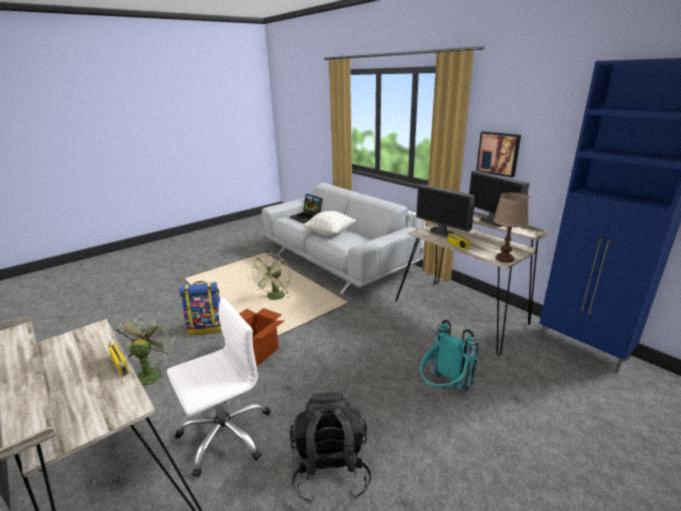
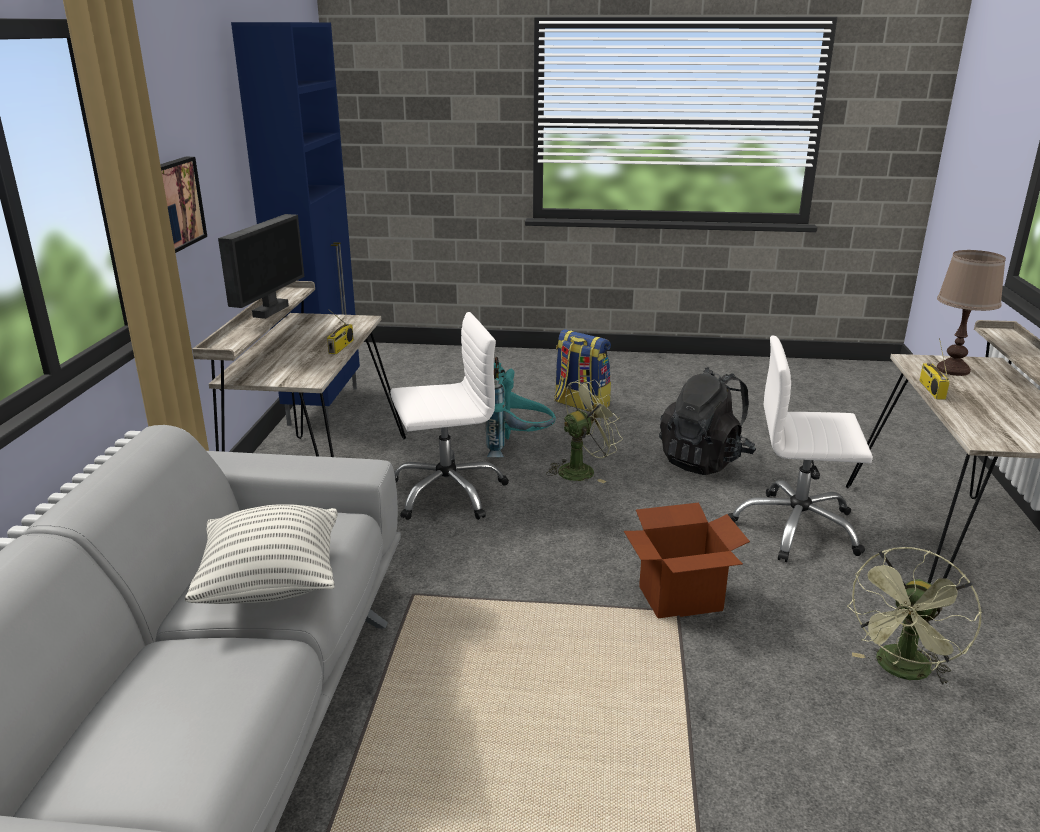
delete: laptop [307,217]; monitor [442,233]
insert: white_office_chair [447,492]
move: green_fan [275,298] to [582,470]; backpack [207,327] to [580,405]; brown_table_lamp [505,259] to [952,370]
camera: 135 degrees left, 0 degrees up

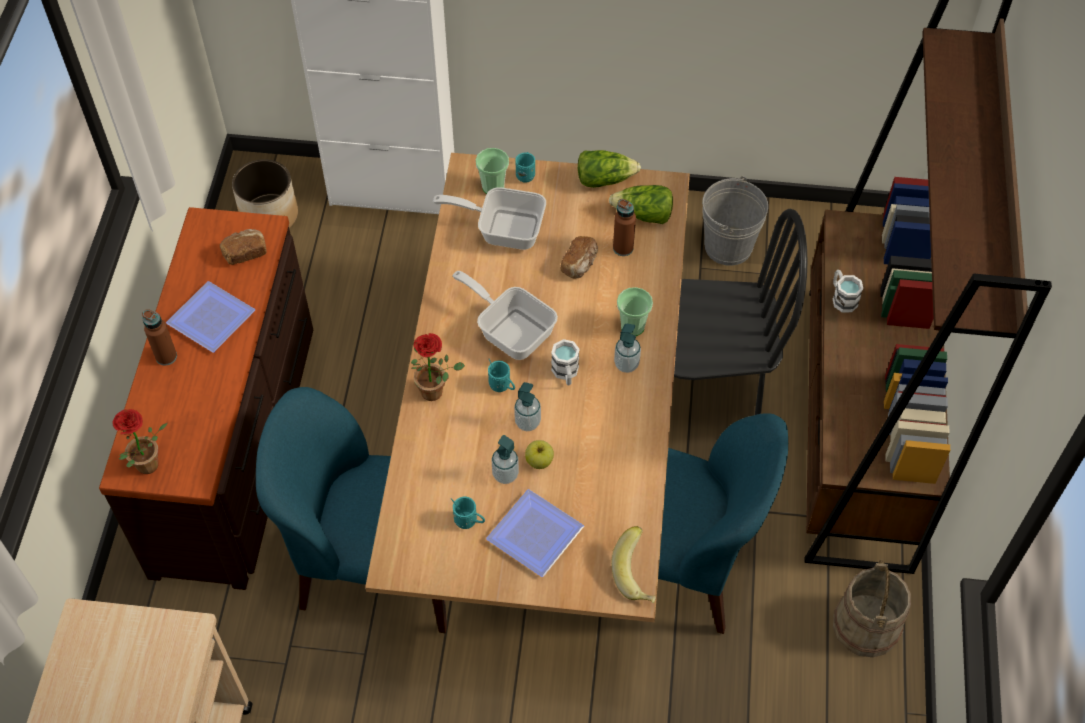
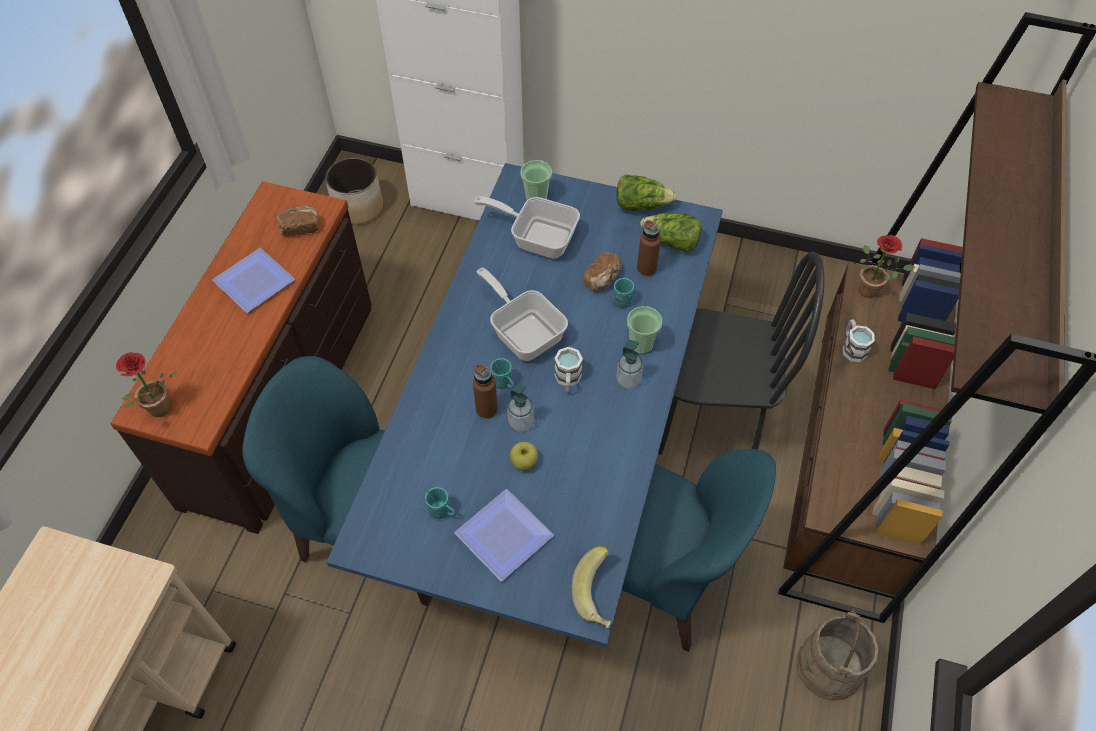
delete: soap_dispenser [505,474]; grey_bucket [728,246]
move: brown_bottle [166,356] to [486,410]; turquoise_mug [526,174] to [623,299]; potted_plant [436,391] to [872,290]
recolor: beige_dining_table [542,469] to blue_dining_table [547,465]
camera: 10 degrees right, 0 degrees up

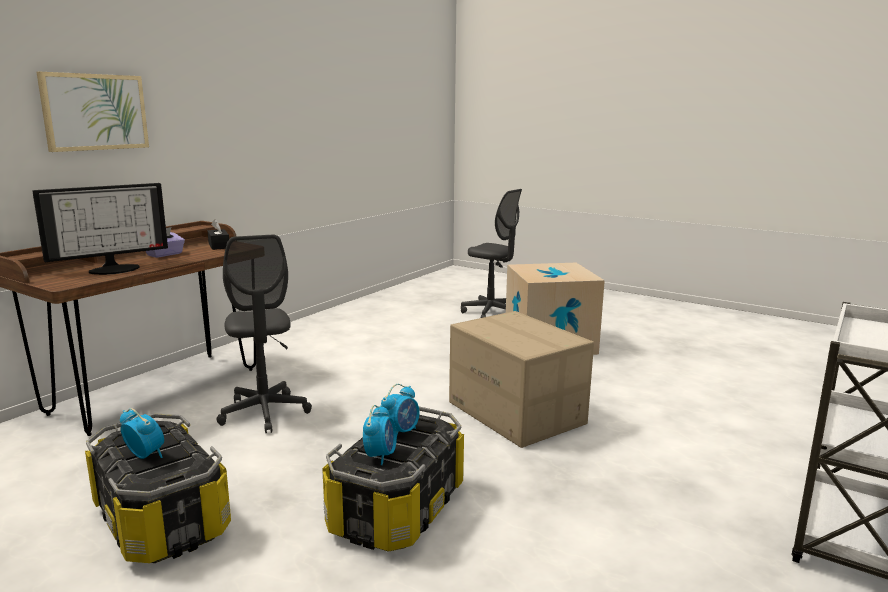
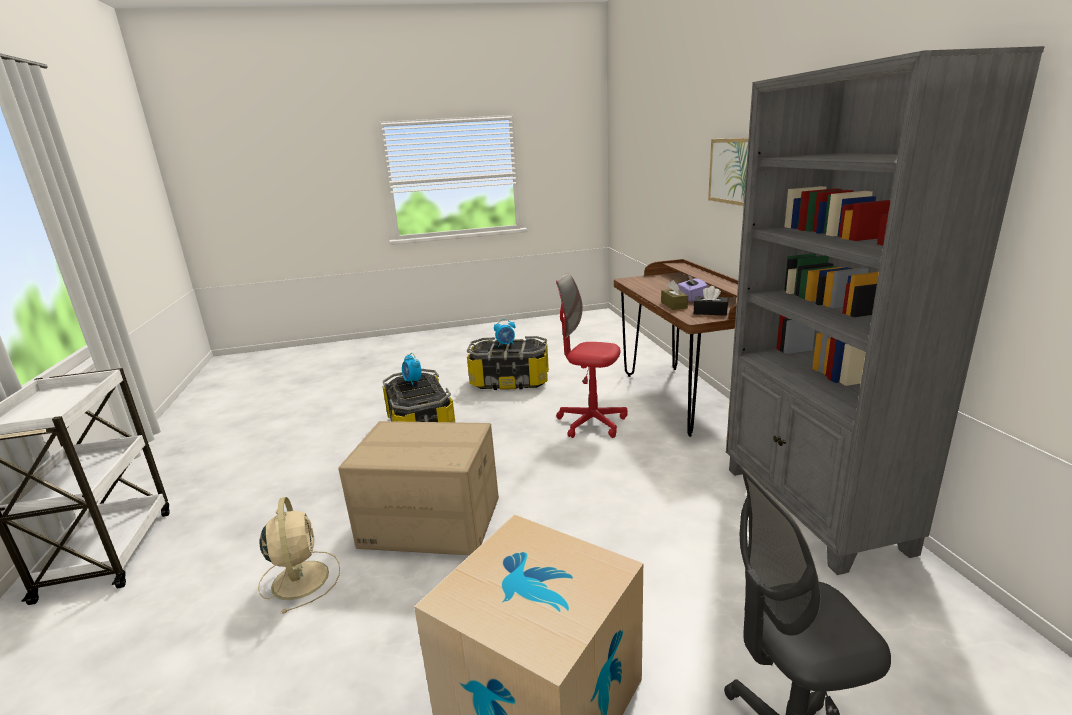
delete: monitor [114,269]; alarm_clock [401,432]
insert: beige_fan [300,578]; brown_tissue_box [674,305]; grey_bookcase [812,509]
recolor: grey_office_chair [264,413] to red_office_chair [591,423]
camera: 135 degrees right, 5 degrees up

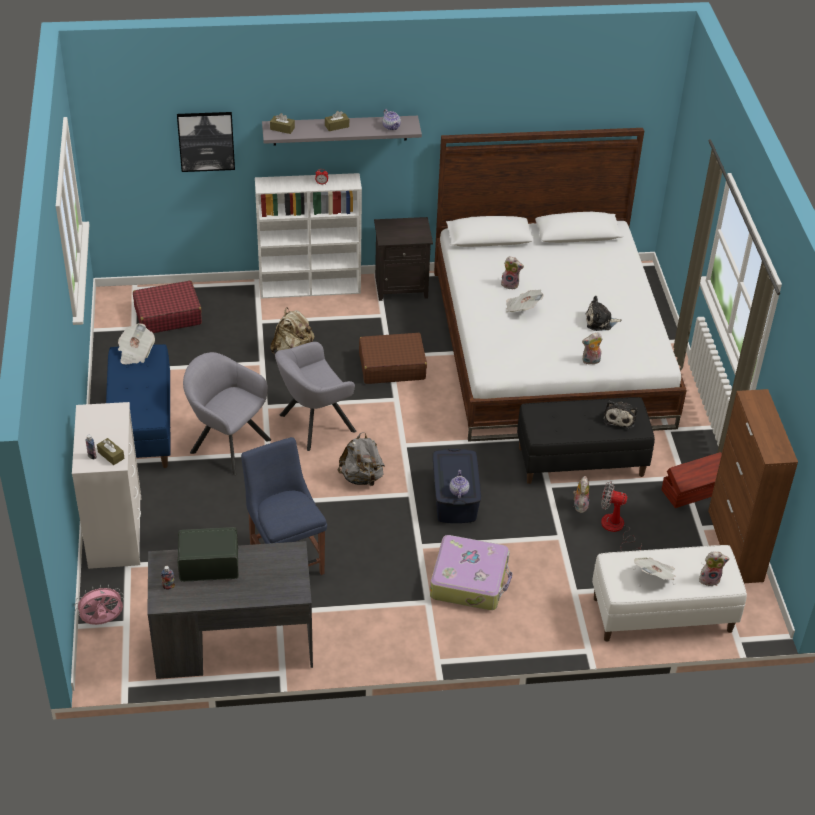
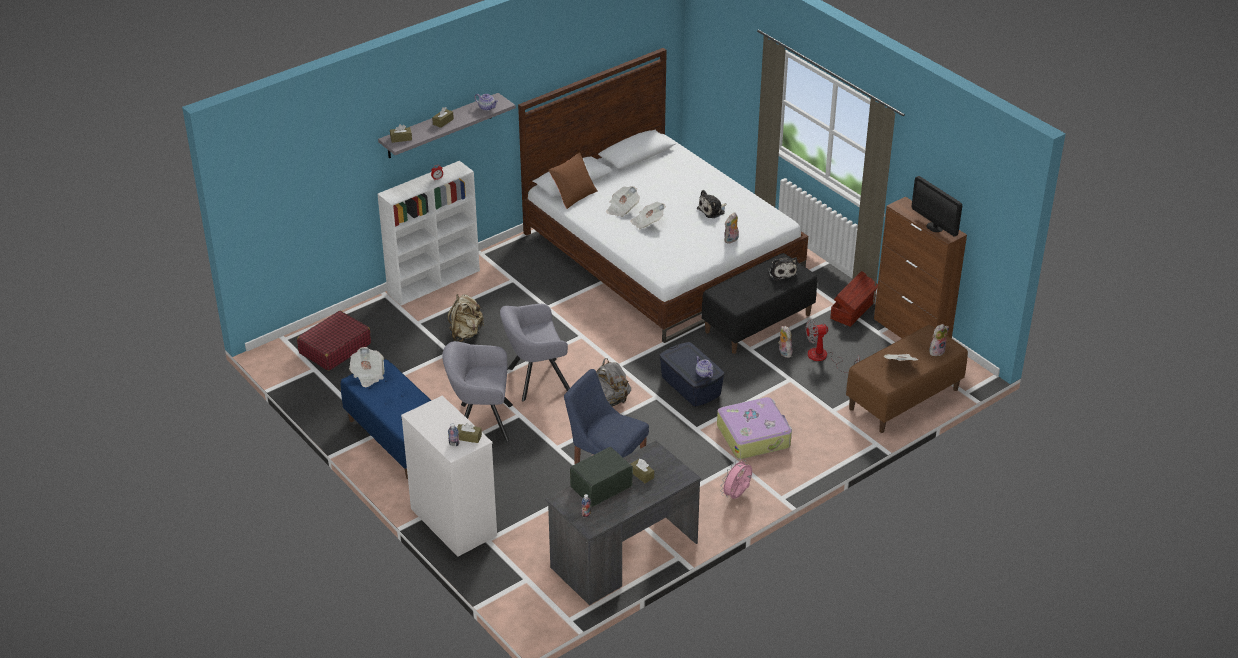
delete: picture [206,141]; brown_suitcase [391,366]; black_nightstand [402,286]
insert: brown_pillow [573,195]; brown_tissue_box [641,474]; monitor [935,227]
move: pink_fan [102,622] to [737,495]
replace: plush_toy [510,284] to newspaper [622,209]
recolor: white_bench [662,615] to brown_bench [903,399]
rotate: grey_armchair [313,424] = [535,380] 45 degrees clockwise
camera: 30 degrees left, 5 degrees down

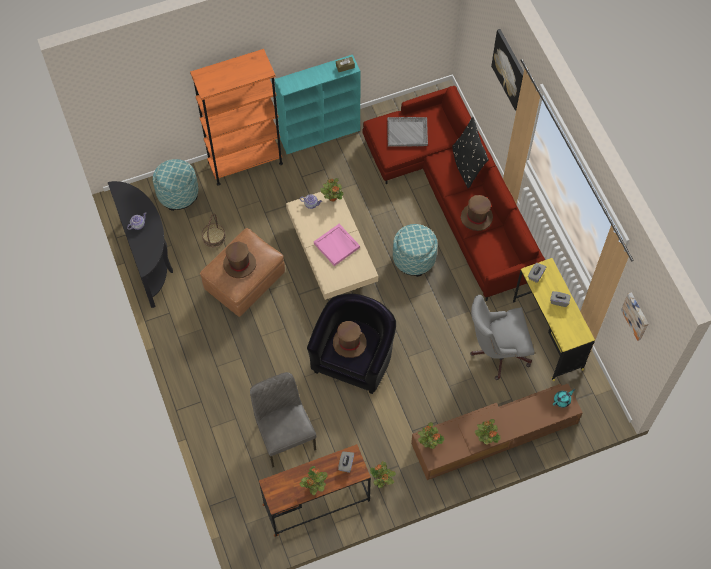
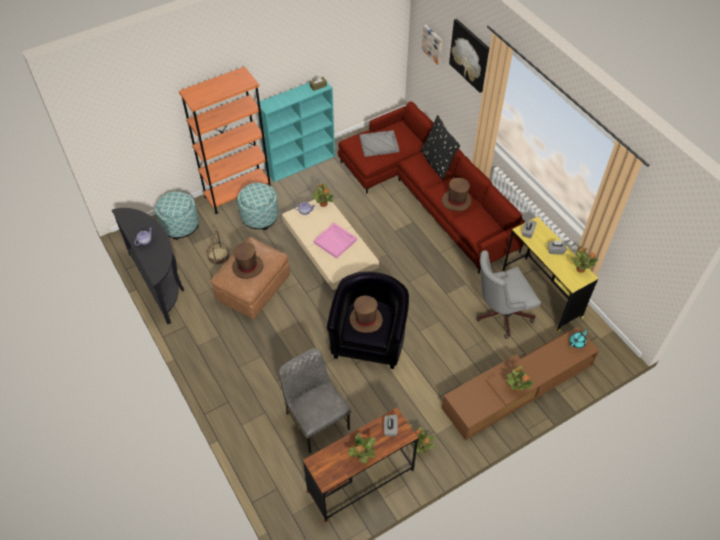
move: ottoman [414,258] to [260,216]; picture [636,316] to [433,44]; potted_plant [429,442] to [580,269]
camera: 10 degrees left, 10 degrees down

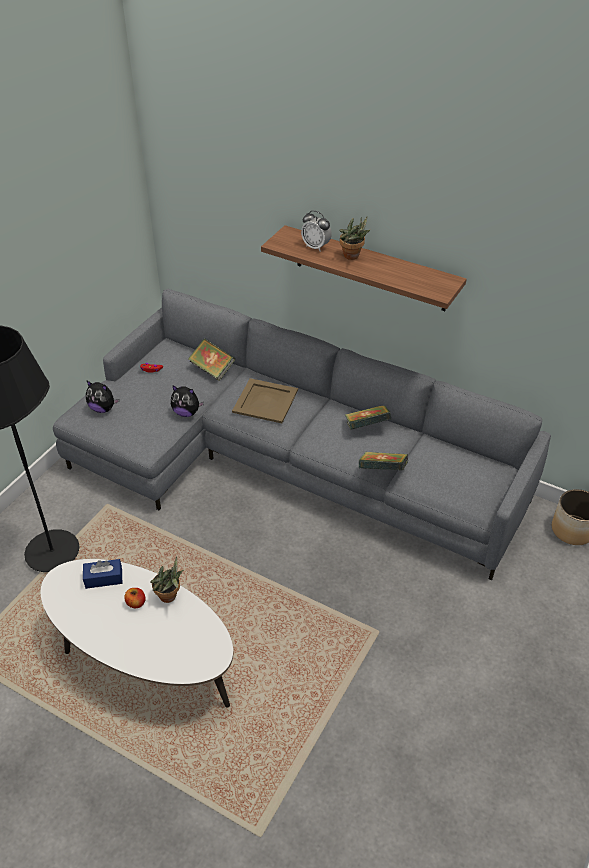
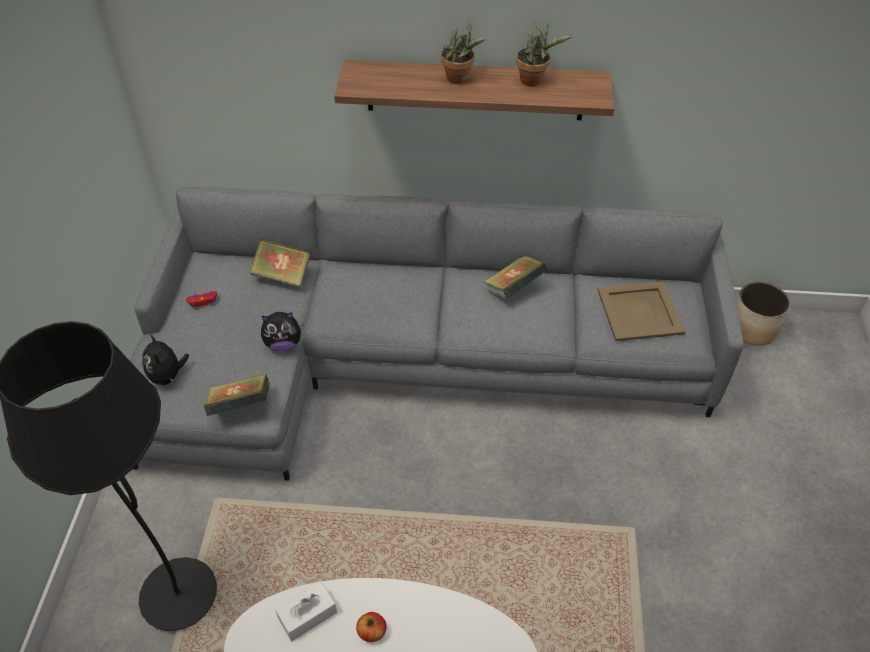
delete: alarm_clock [316,247]
move: book [382,471] to [240,406]; potted_plant [170,597] to [534,81]; beige_tray [265,401] to [639,312]
recolor: blue_tissue_box [103,578] to white_tissue_box [308,615]
rotate: plush_toy [103,408] = [168,376] 75 degrees clockwise
camera: 25 degrees left, 5 degrees up

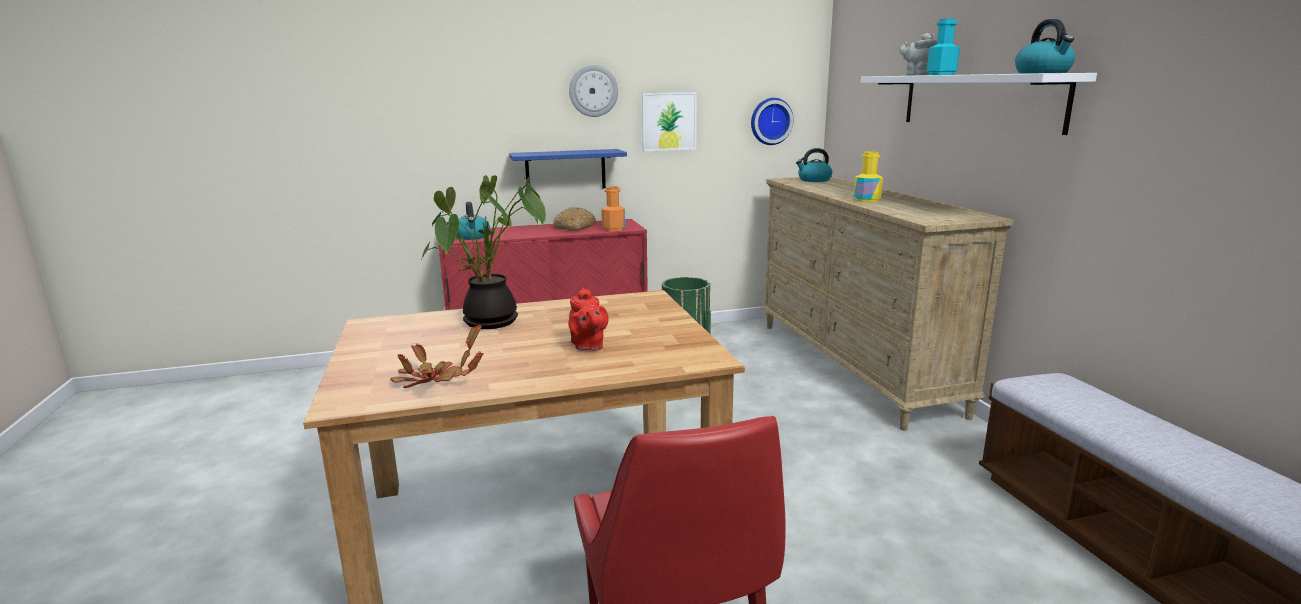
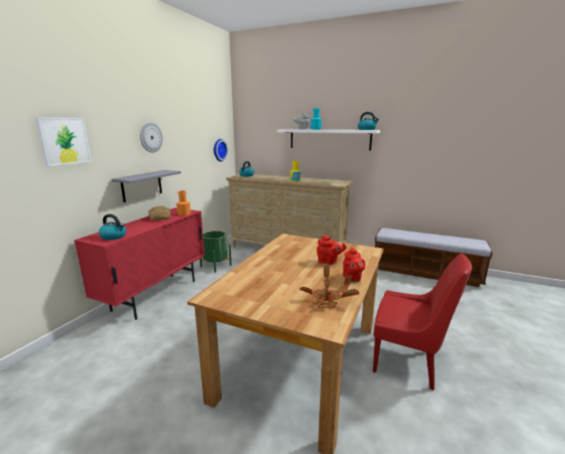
delete: potted_plant [490,323]
insert: red_teapot [352,279]
move: picture [669,121] to [64,141]
recolor: blue_shelf [565,170] to grey_shelf [142,185]
camera: 50 degrees left, 0 degrees up

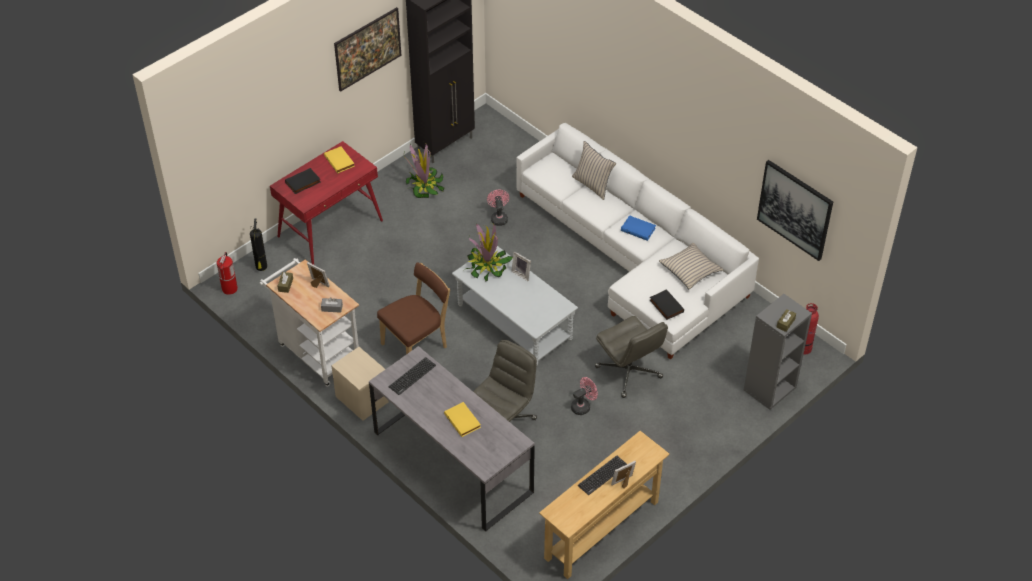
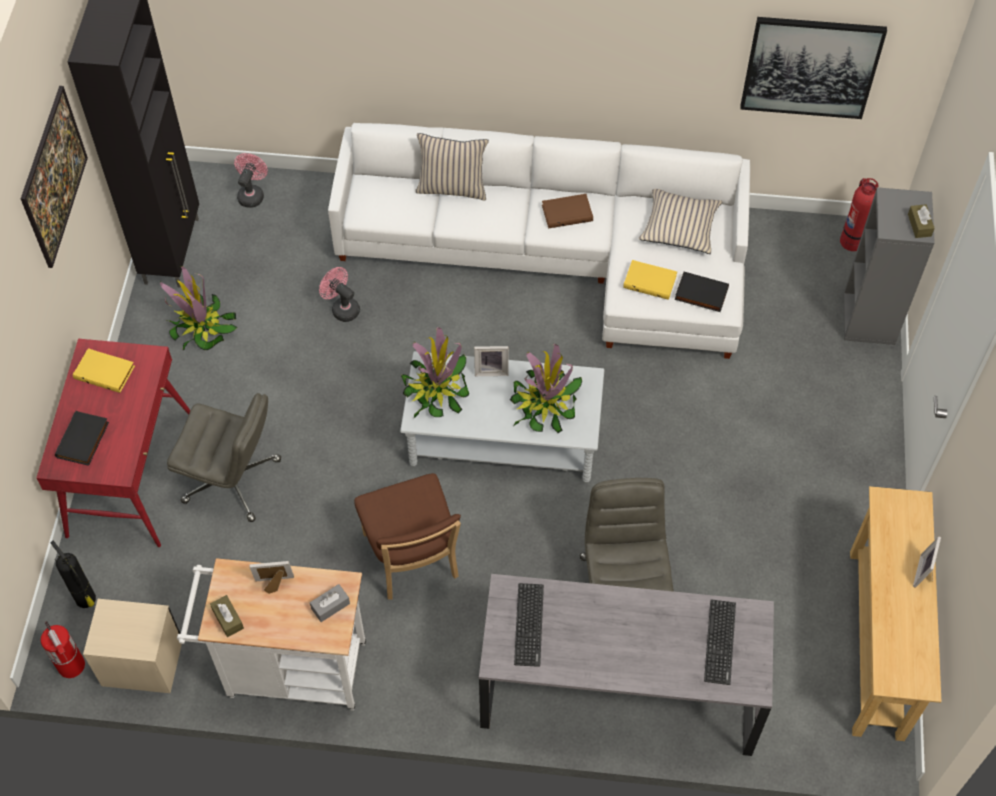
insert: potted_plant [544,405]
move: beige_nightstand [362,399] to [142,663]; grey_office_chair [629,372] to [233,481]; pink_fan [583,406] to [252,194]; yellow_book [463,421] to [650,281]; keyboard [602,475] to [720,642]
recolor: blue_book [638,229] to brown_book [567,212]
rotate: brown_chair [417,344] = [412,560] 150 degrees clockwise
camera: 40 degrees left, 10 degrees up

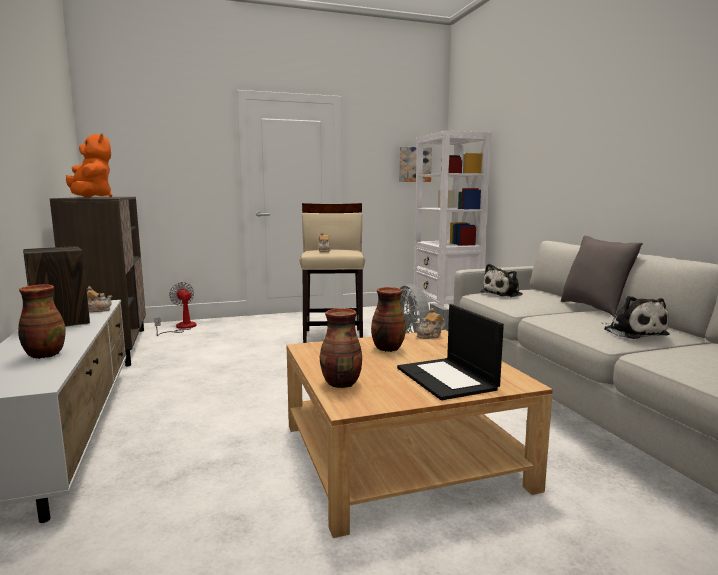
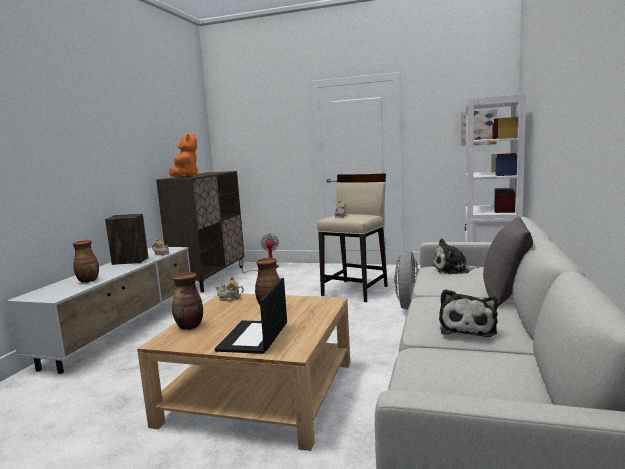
move: teapot [429,336] to [230,299]
camera: 35 degrees right, 0 degrees up

